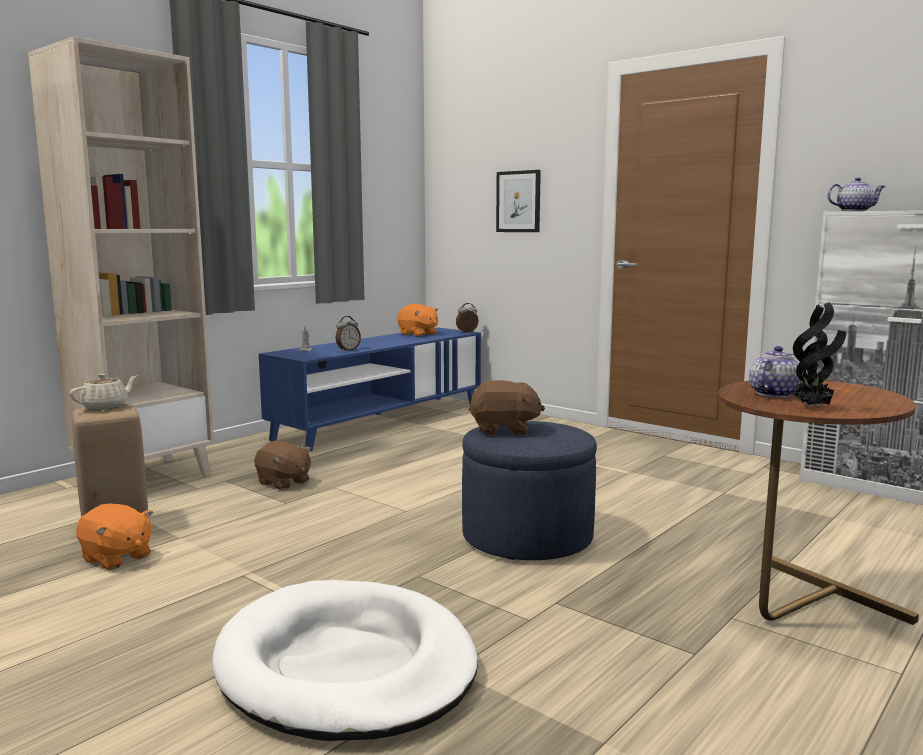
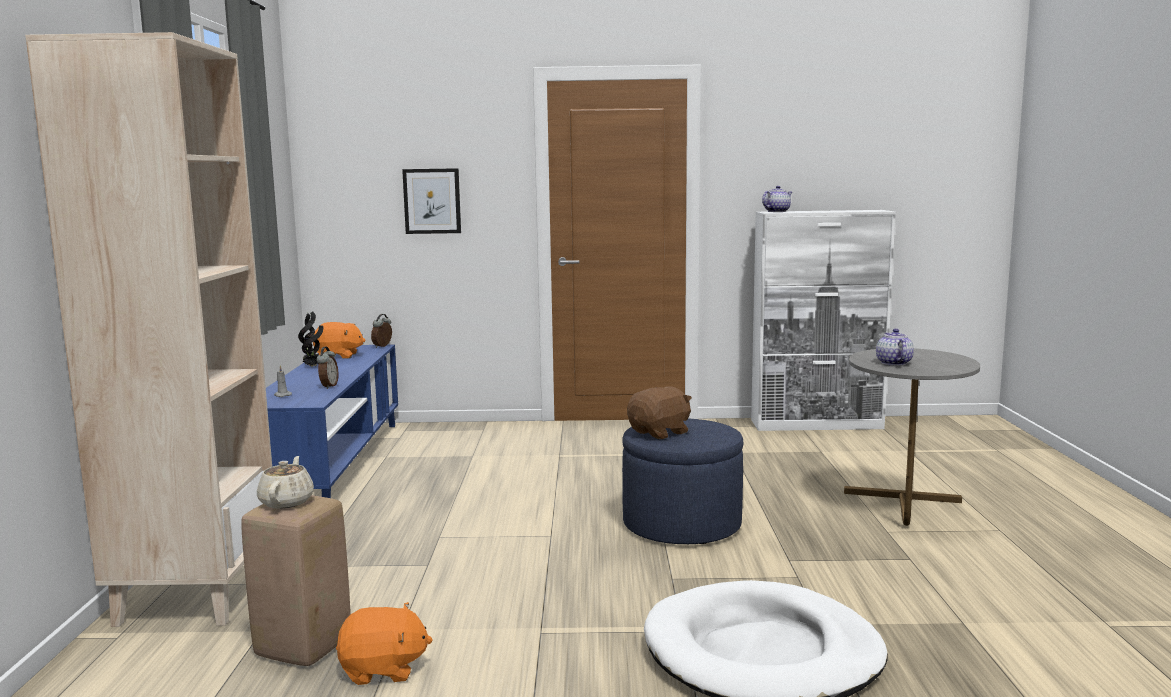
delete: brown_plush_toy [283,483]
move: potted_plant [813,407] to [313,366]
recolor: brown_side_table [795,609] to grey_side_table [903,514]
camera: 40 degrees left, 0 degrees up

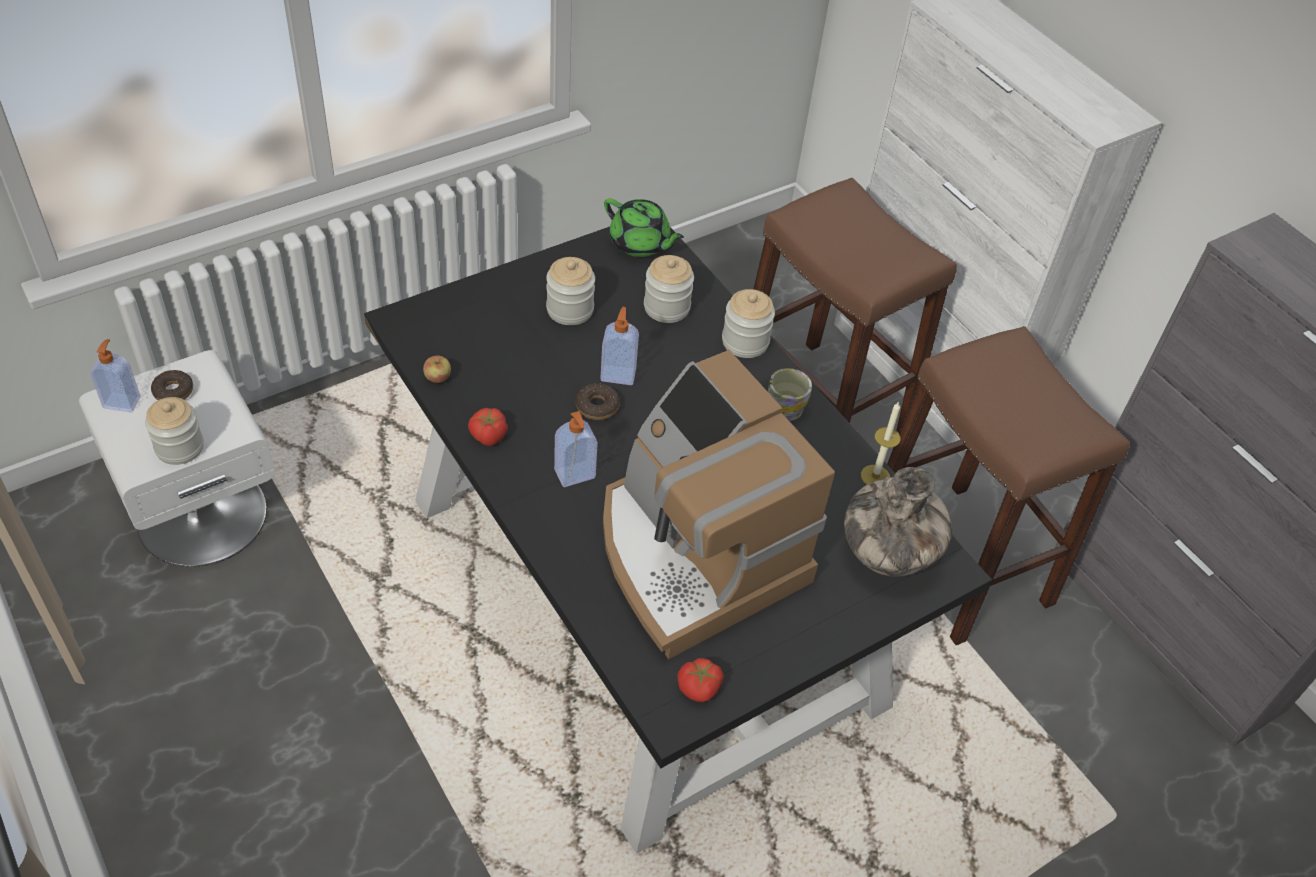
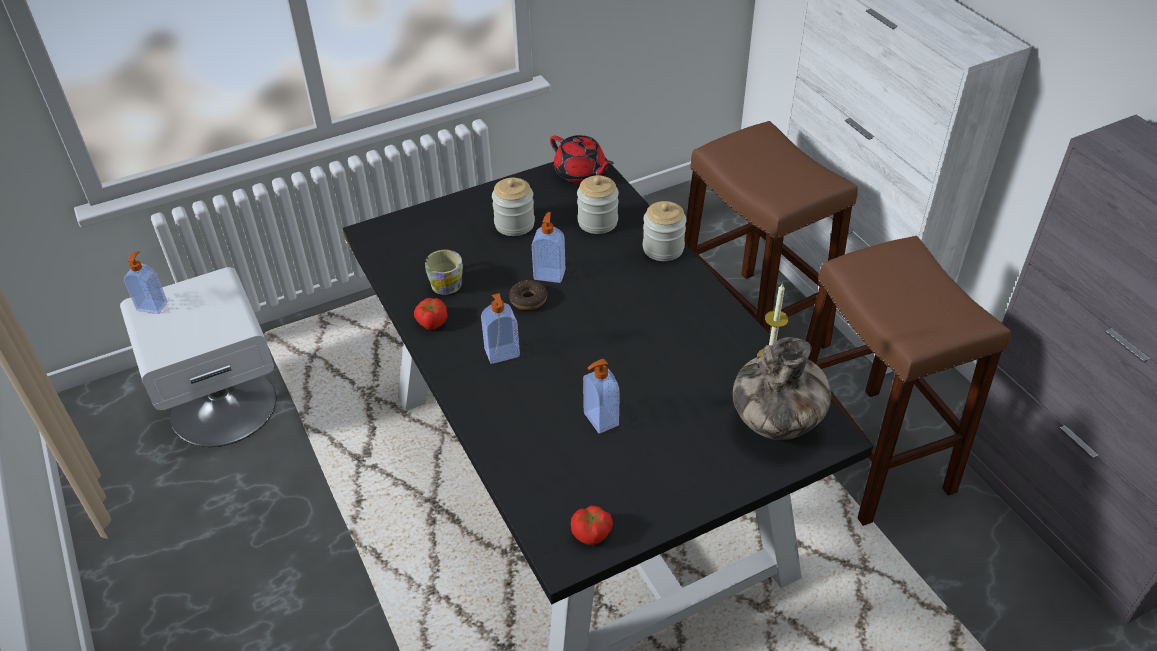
delete: jar [179,447]; donut [173,391]; apple [438,378]
move: mug [785,404] to [447,281]
replace: coffee_machine [694,554] to soap_dispenser [600,420]
recolor: green_teapot [640,243] to red_teapot [580,173]
camera: 10 degrees right, 5 degrees down

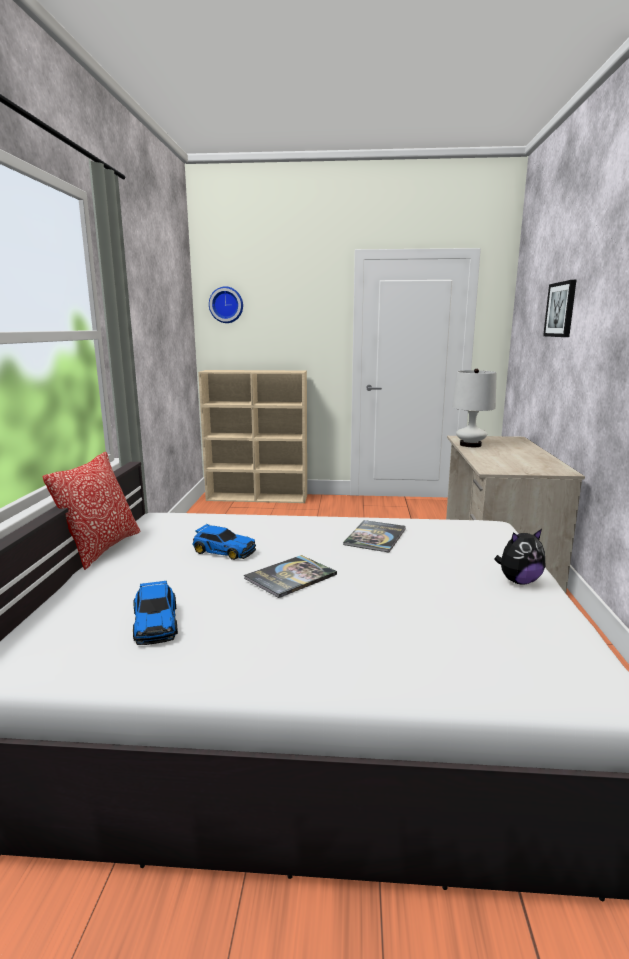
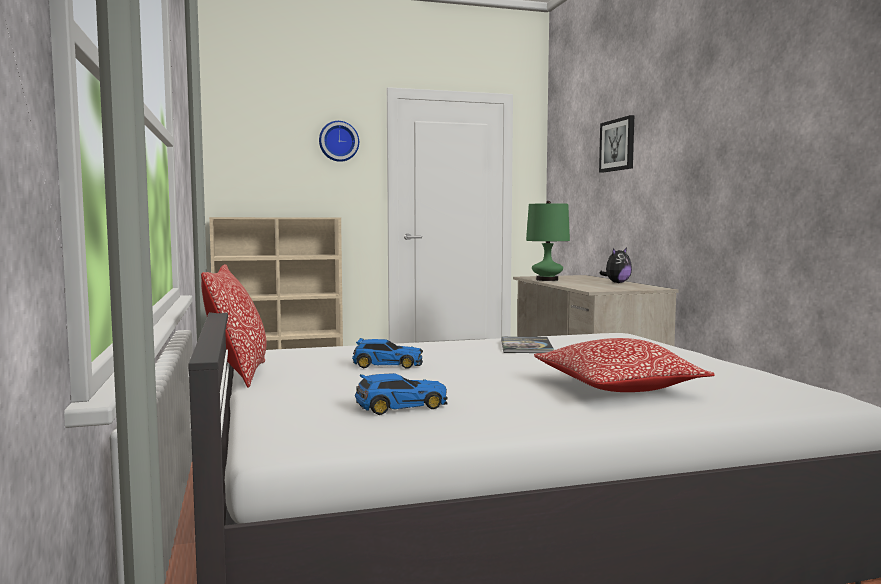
delete: book [290,577]
insert: pillow [617,387]
move: wall_clock [226,305] to [338,141]; plush_toy [518,581] to [617,283]
recolor: white_table_lamp [470,445] to green_table_lamp [547,280]
rotate: toy_car [156,623] = [399,406] 75 degrees counterclockwise
camera: 20 degrees left, 10 degrees down

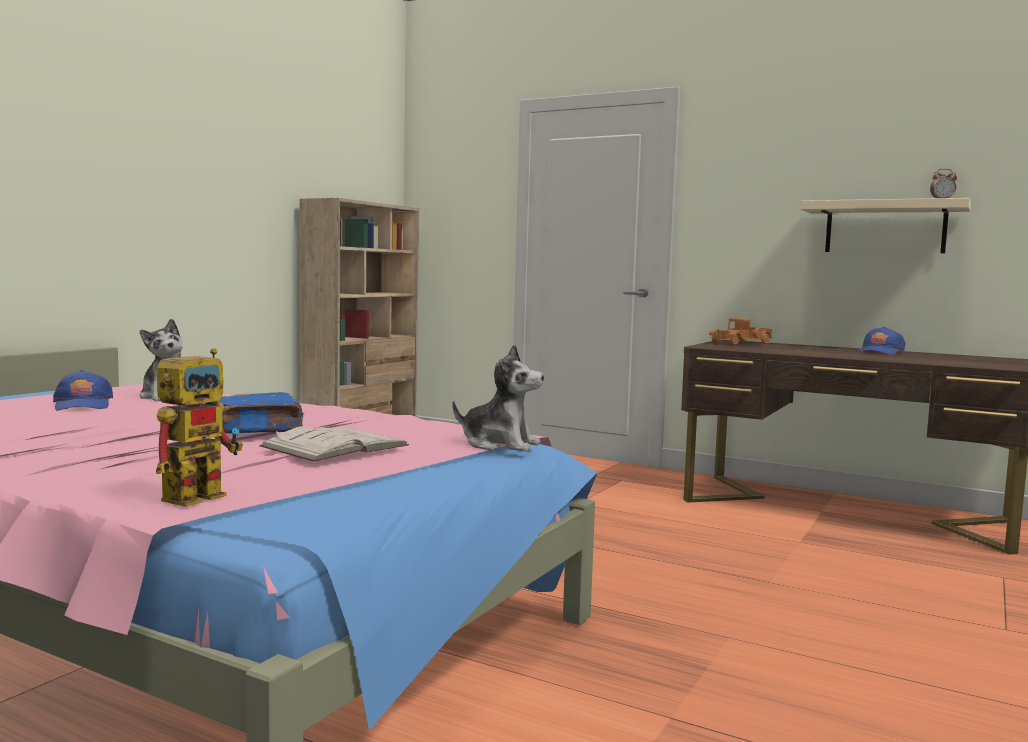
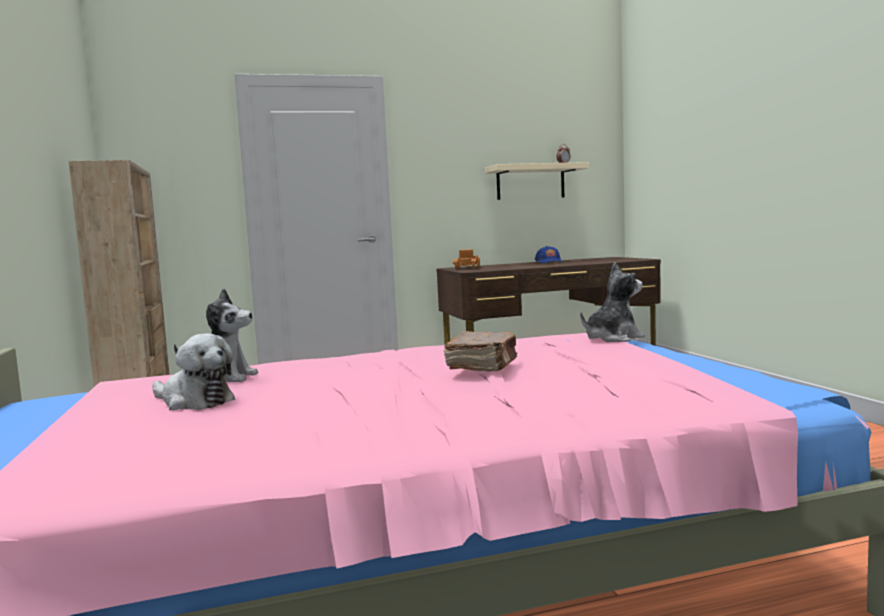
delete: toy_robot [200,494]; white_book [335,446]
replace: blue_cap [83,405] to plush_toy [194,402]
recolor: blue_book [258,430] to brown_book [483,366]
camera: 45 degrees left, 0 degrees up

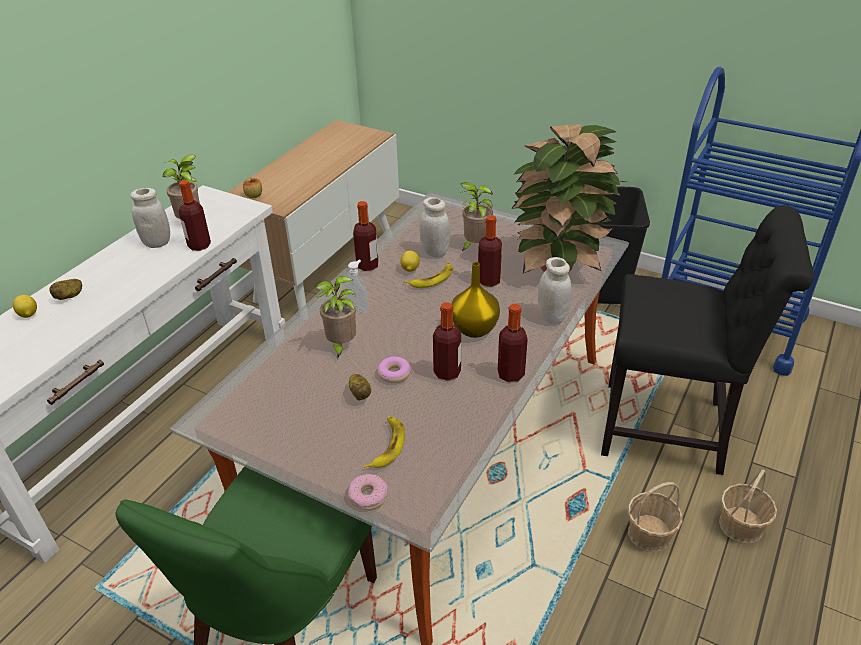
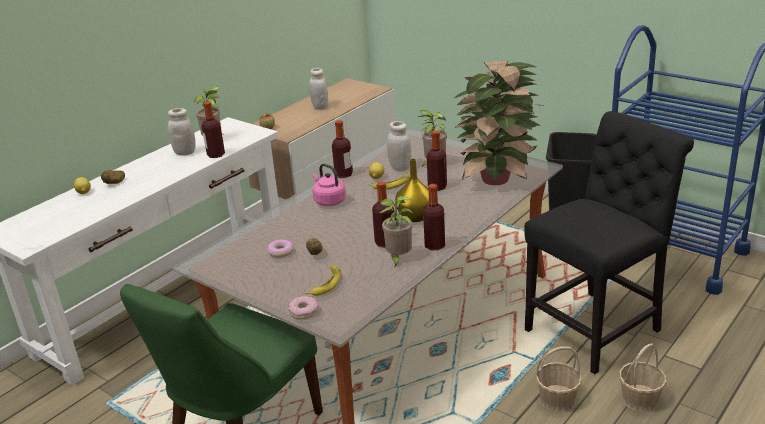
move: donut [394,373] to [280,252]; white_jar [552,316] to [320,107]; potted_plant [341,345] to [398,258]
replace: soap_dispenser [358,308] to pink_kettle [328,201]
rotate: black_chair [670,429] = [598,328] 60 degrees counterclockwise
camera: 10 degrees right, 10 degrees down

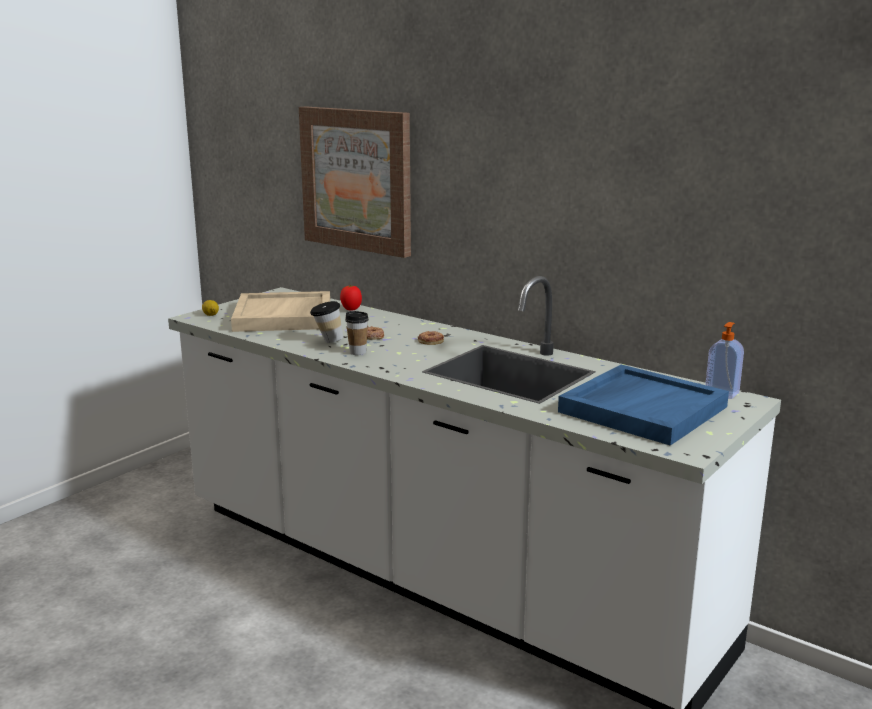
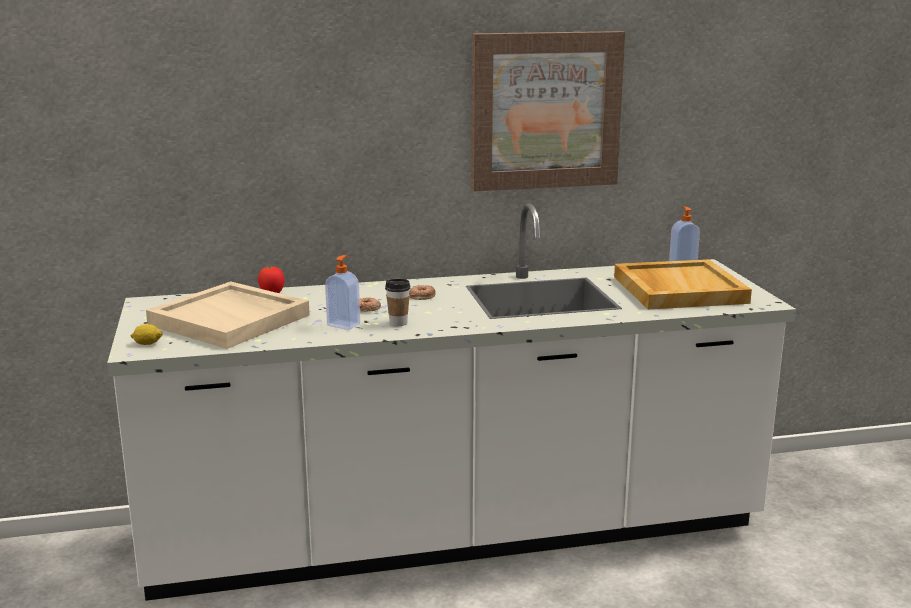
move: picture [357,179] to [545,110]
replace: cup [327,341] to soap_dispenser [344,324]
recolor: blue_tray [642,408] to beige_tray [678,289]
camera: 50 degrees left, 0 degrees up

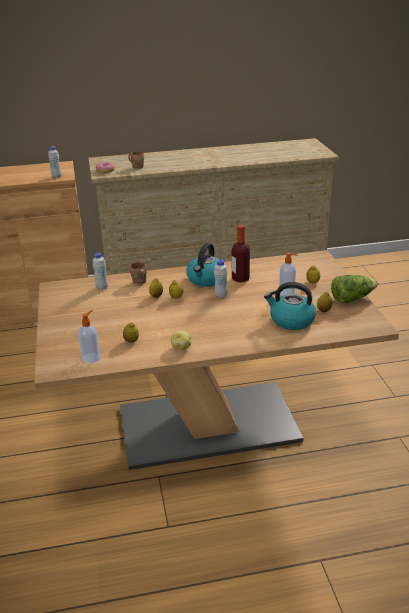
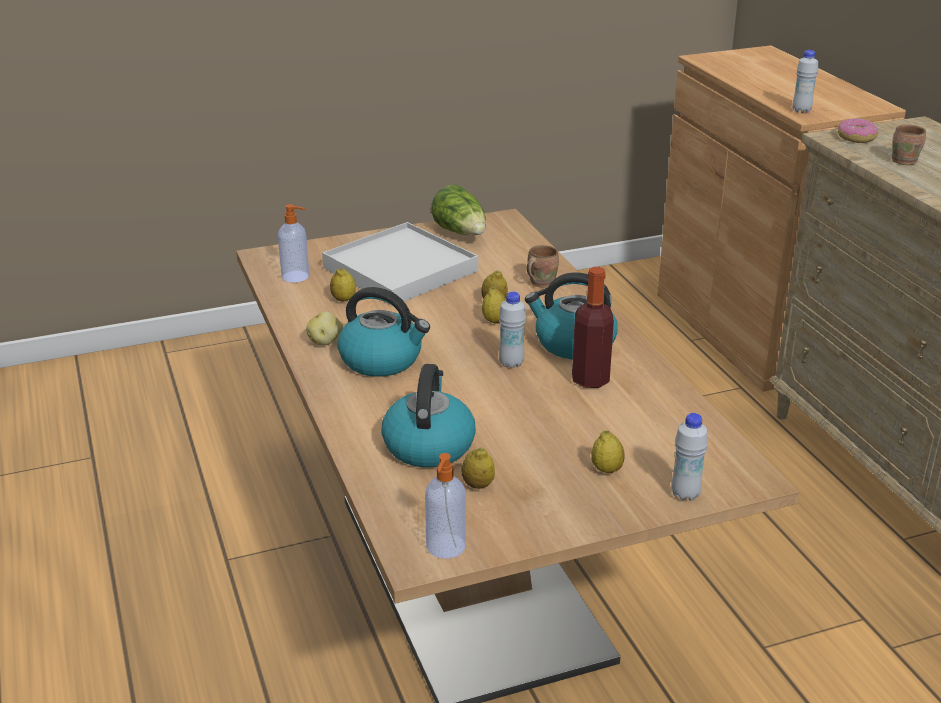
insert: white_tray [400,269]; kettle [382,360]
move: soap_dispenser [287,293] to [445,547]; lettuce [352,298] to [461,233]; white_bottle [102,288] to [685,494]
camera: 80 degrees right, 0 degrees up

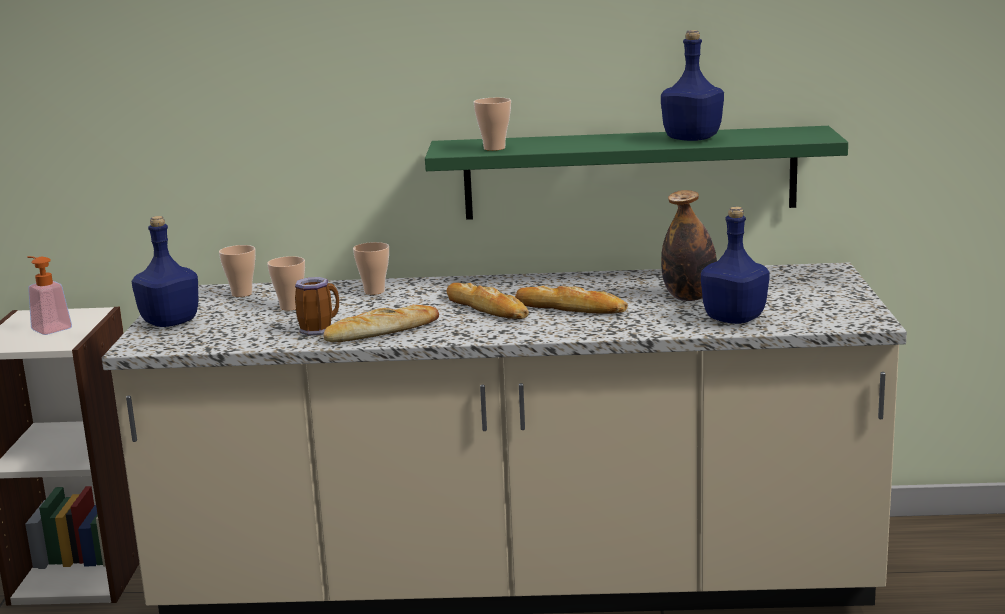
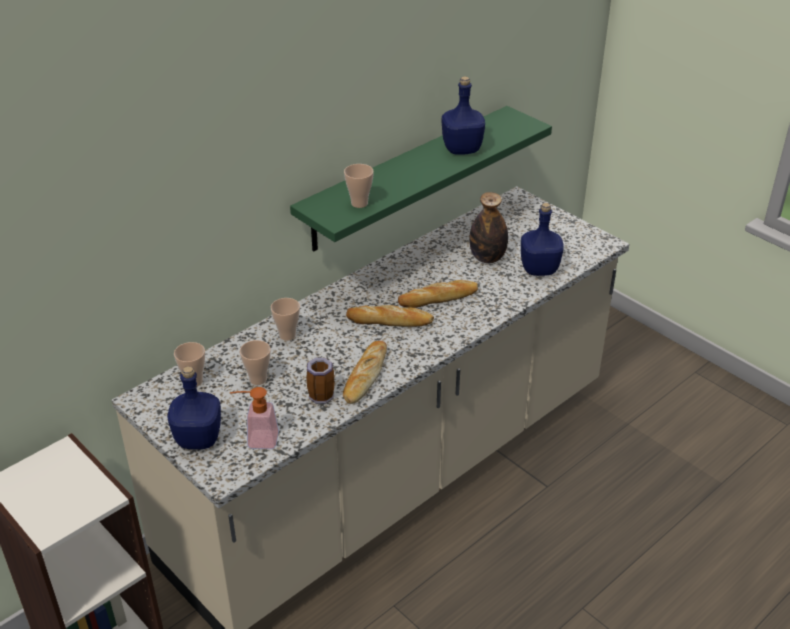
move: soap_dispenser [48,328] to [256,439]
camera: 45 degrees left, 20 degrees up

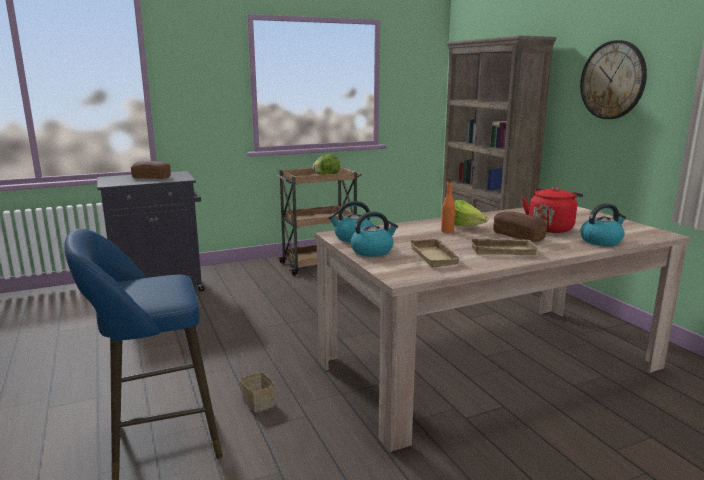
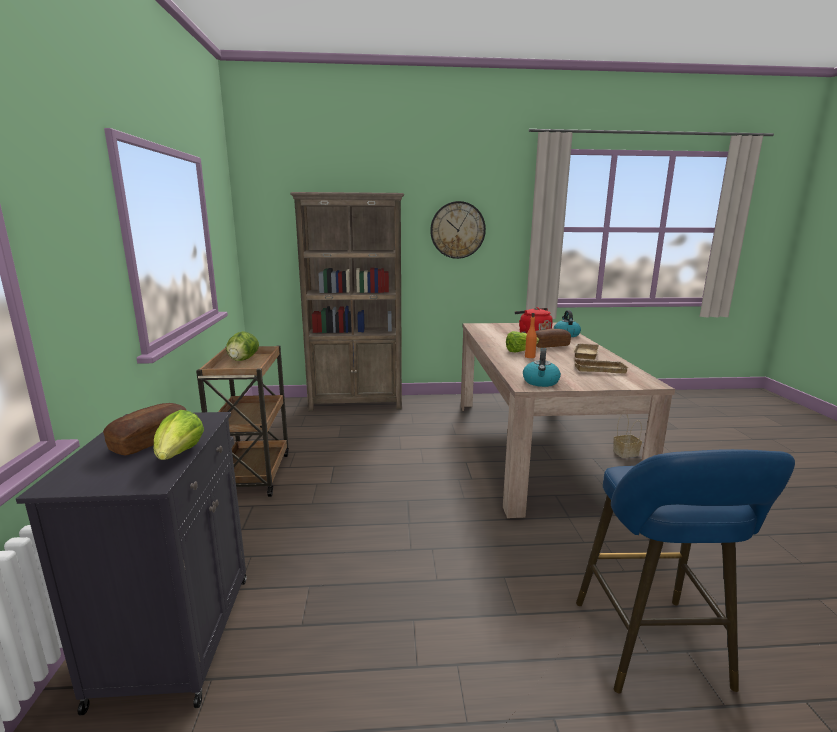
delete: kettle [372,251]
insert: lettuce [179,456]
move: basket [259,402] to [626,453]
camera: 70 degrees left, 0 degrees up

